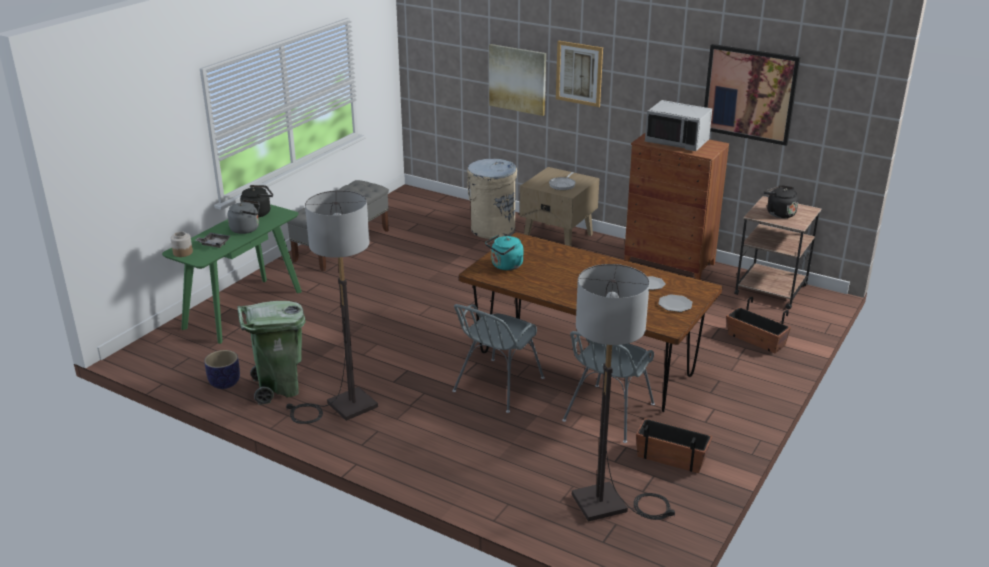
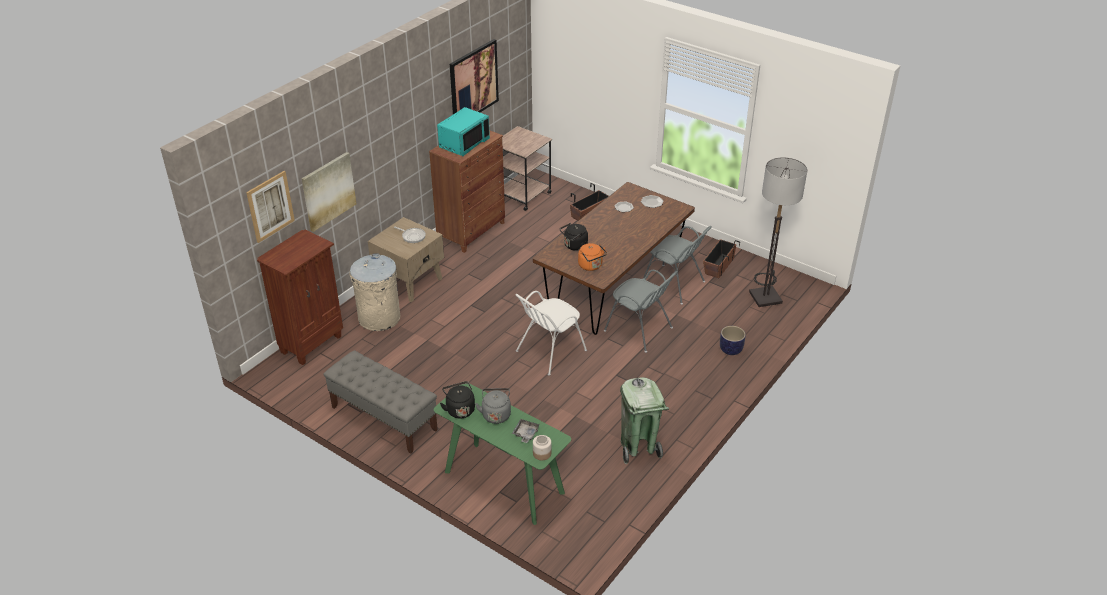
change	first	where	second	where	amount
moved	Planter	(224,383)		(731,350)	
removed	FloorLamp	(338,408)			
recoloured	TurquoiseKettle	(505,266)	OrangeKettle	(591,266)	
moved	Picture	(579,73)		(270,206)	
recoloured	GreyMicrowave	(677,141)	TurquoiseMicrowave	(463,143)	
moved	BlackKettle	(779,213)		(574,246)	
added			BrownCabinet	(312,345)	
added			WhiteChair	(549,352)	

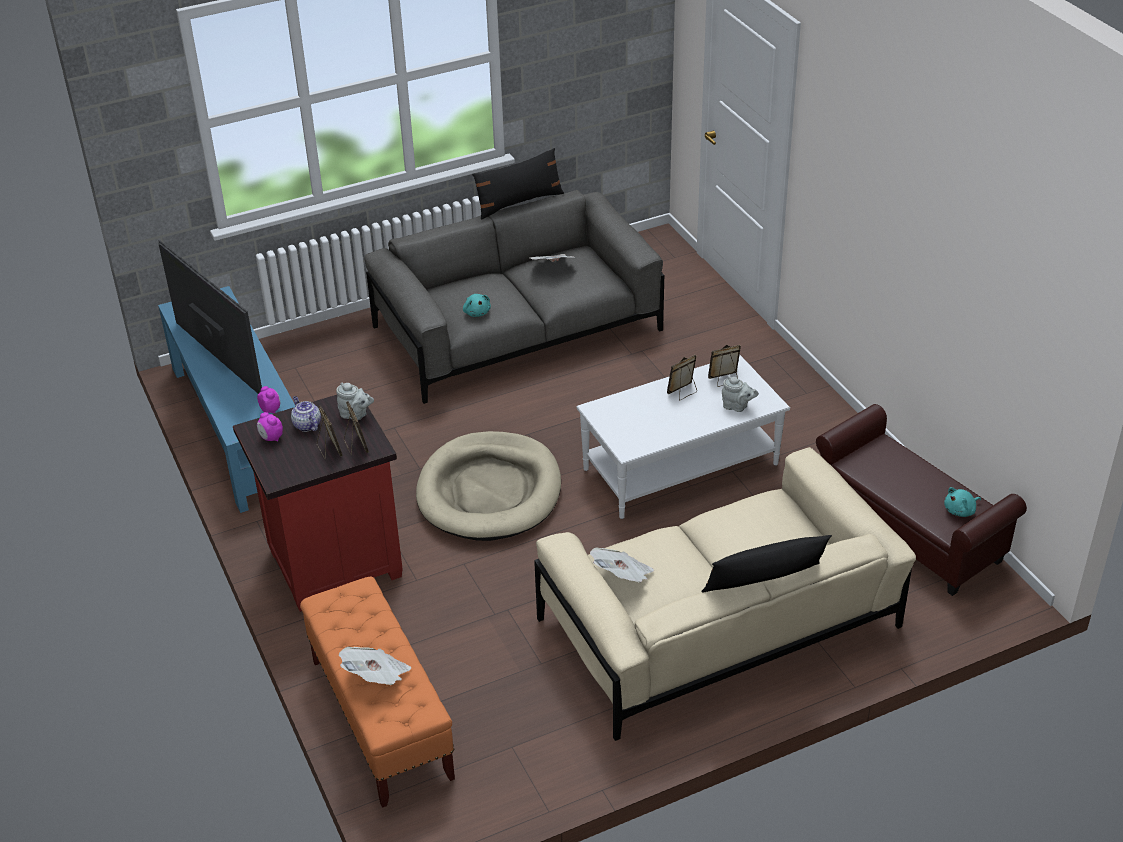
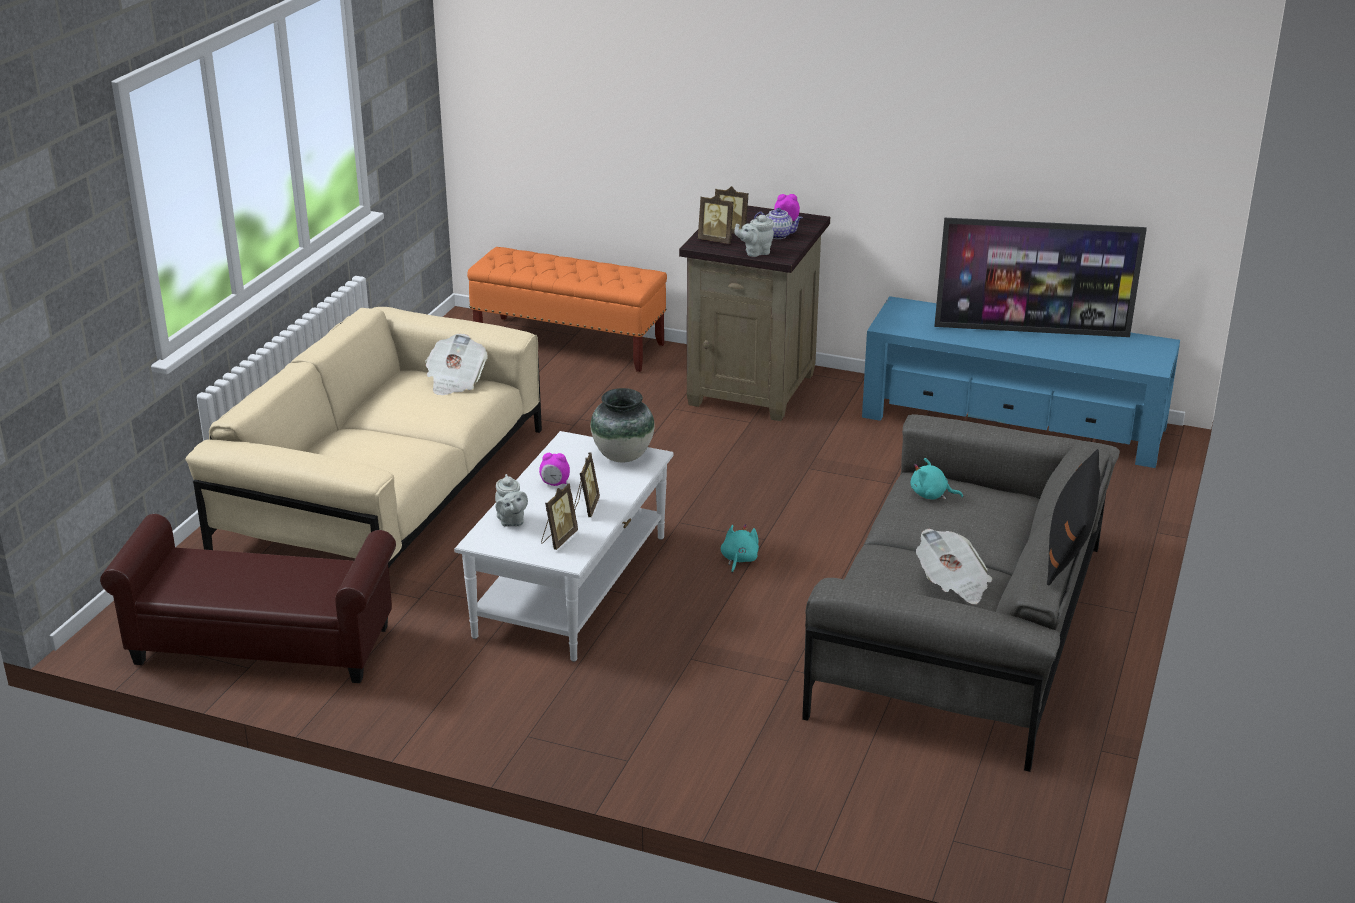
change	first	where	second	where	amount
recoloured	RedCabinet	(331,564)	BeigeCabinet	(753,387)	
moved	AlarmClock	(271,410)		(555,484)	
removed	Newspaper	(377,677)			
removed	BeigeDogBed	(489,491)			
removed	BlackPillow	(765,585)			
turned	GreyTeapot	(737,407)		(511,521)	90 degrees counterclockwise
moved	TurquoisePlushToy	(961,511)		(739,560)	
added			Vase	(622,456)	

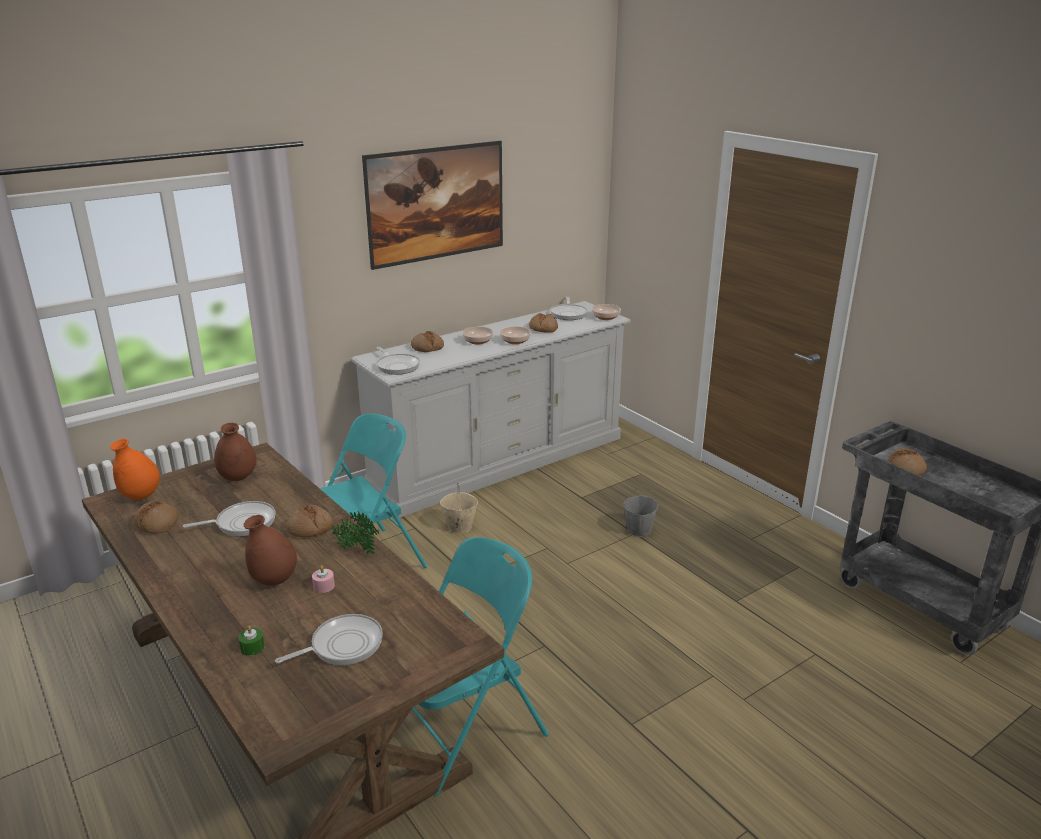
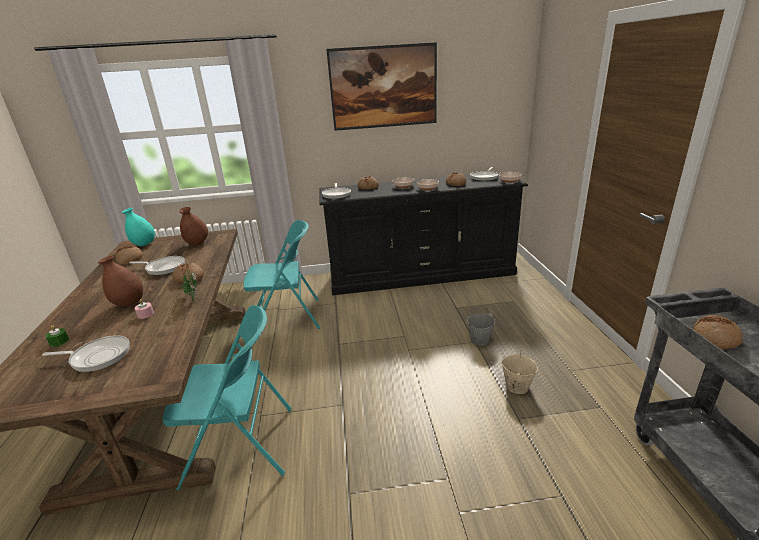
change	first	where	second	where	amount
recoloured	OrangeVase	(141,496)	TurquoiseVase	(144,244)	
recoloured	WhiteCabinet	(500,461)	BlackCabinet	(421,274)	
moved	BeigeBucket	(459,526)		(516,386)	

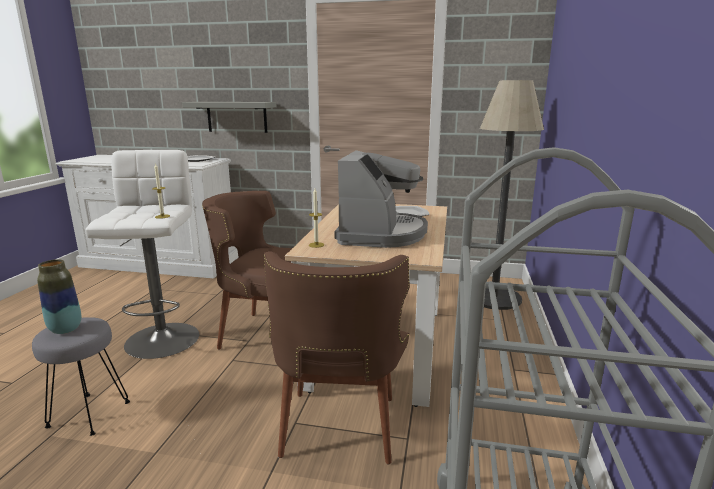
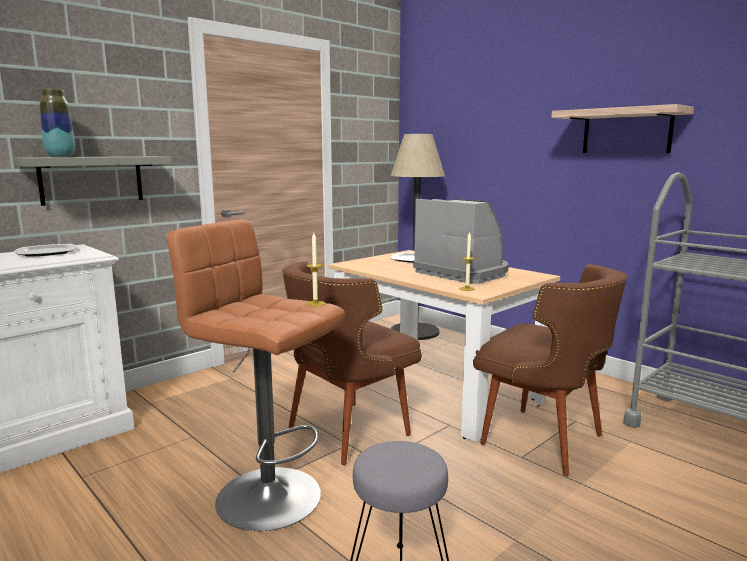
change	first	where	second	where	amount
moved	Vase	(65,329)		(60,156)	
recoloured	WhiteStool	(163,340)	BrownStool	(268,496)	
added			Shelf	(626,131)	

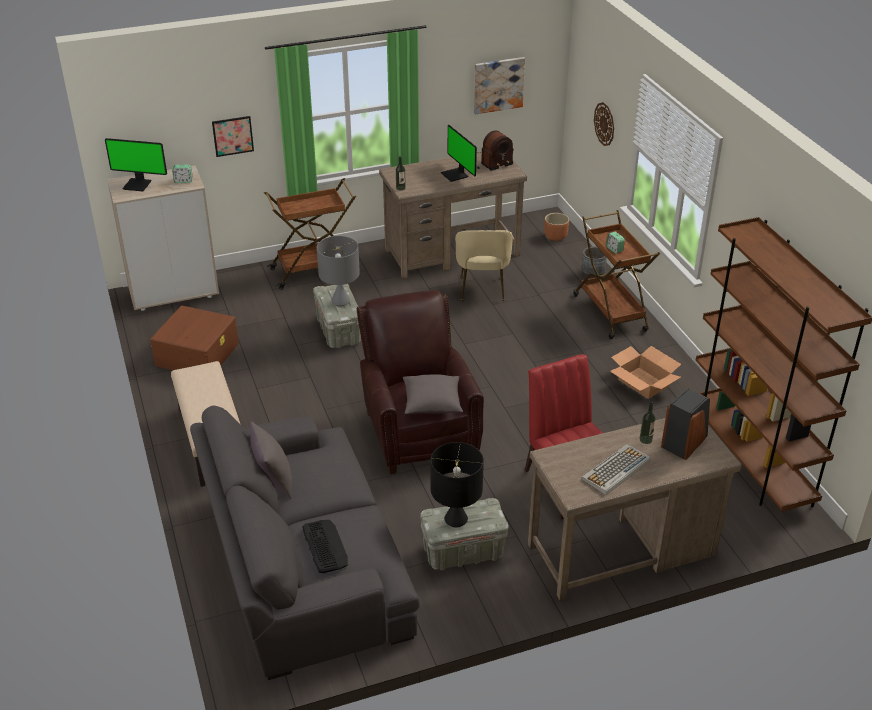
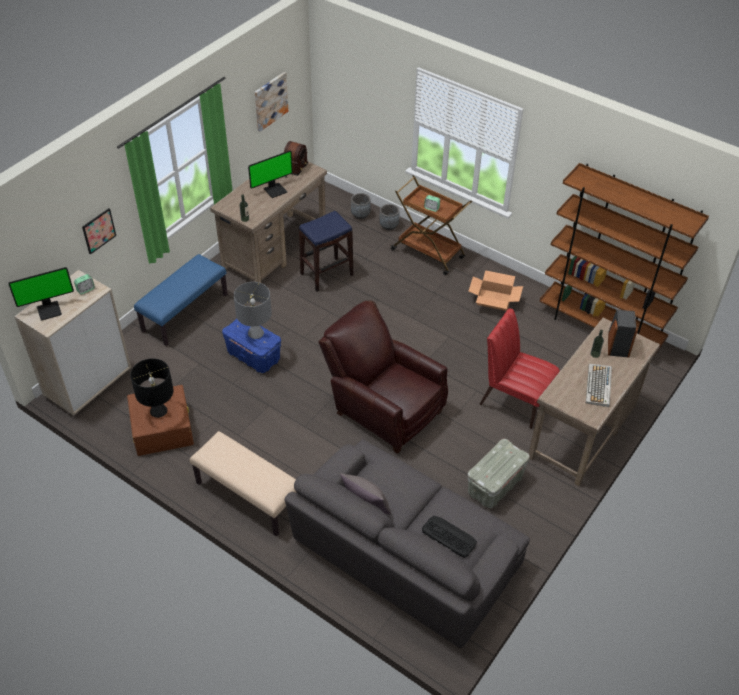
change	first	where	second	where	amount
replaced	BrownCart	(314,272)	BlueBench	(185,312)	
recoloured	GreyStorageBox	(339,331)	BlueStorageBox	(254,356)	
removed	GreyPillow	(432,404)			
moved	BlackTableLamp	(456,521)		(159,412)	
turned	Monitor	(456,175)		(275,190)	60 degrees counterclockwise
replaced	BeigeChair	(482,292)	Stool	(326,275)	
removed	BrownPlanter	(556,237)			
removed	WallClock	(604,124)			
added			GreyPlanter	(360,215)	

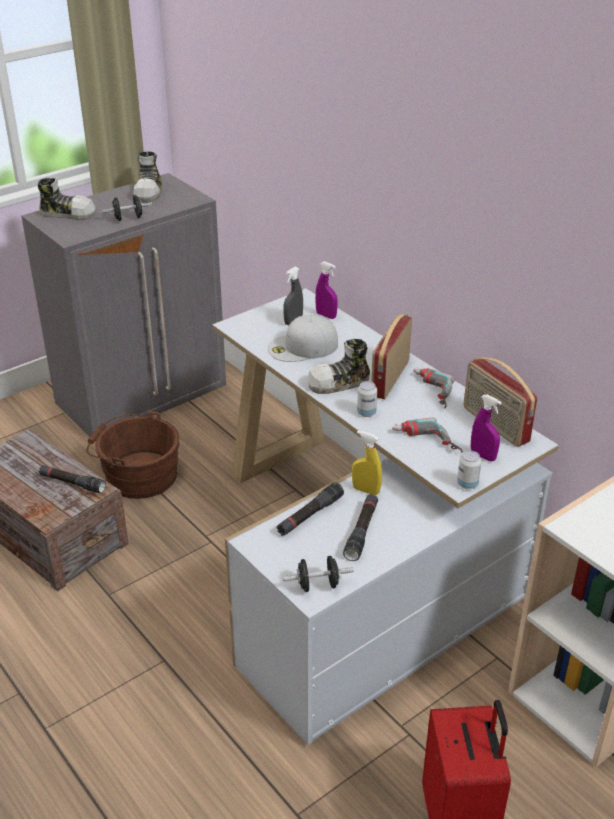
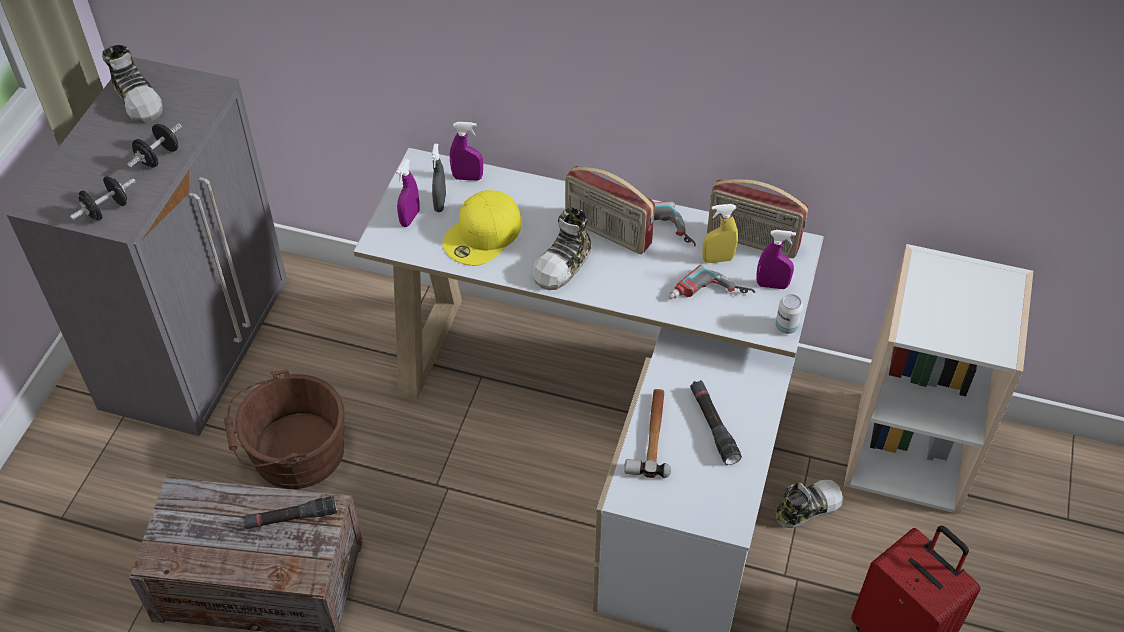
change	first	where	second	where	amount
moved	Shoe	(68,213)		(807,507)	
recoloured	WhiteCap	(302,347)	YellowCap	(483,235)	
replaced	BlackFlashlight	(310,515)	Hammer	(651,435)	
moved	BlackDumbbell	(318,585)		(107,210)	
moved	YellowSprayBottle	(366,490)		(717,259)	
removed	Can	(366,413)			
turned	Radio	(389,378)		(607,233)	45 degrees counterclockwise
added			PurpleSprayBottle	(410,218)	

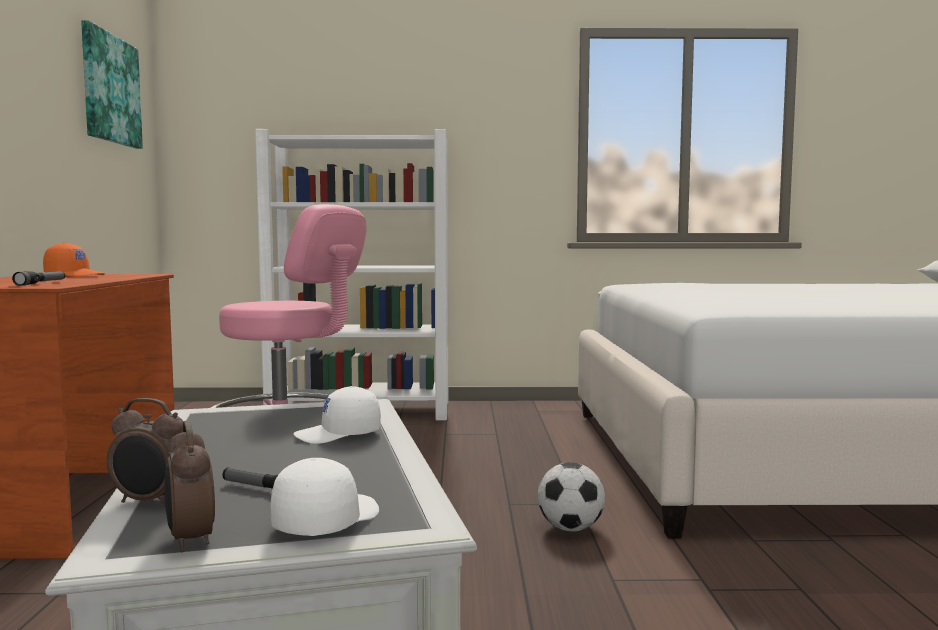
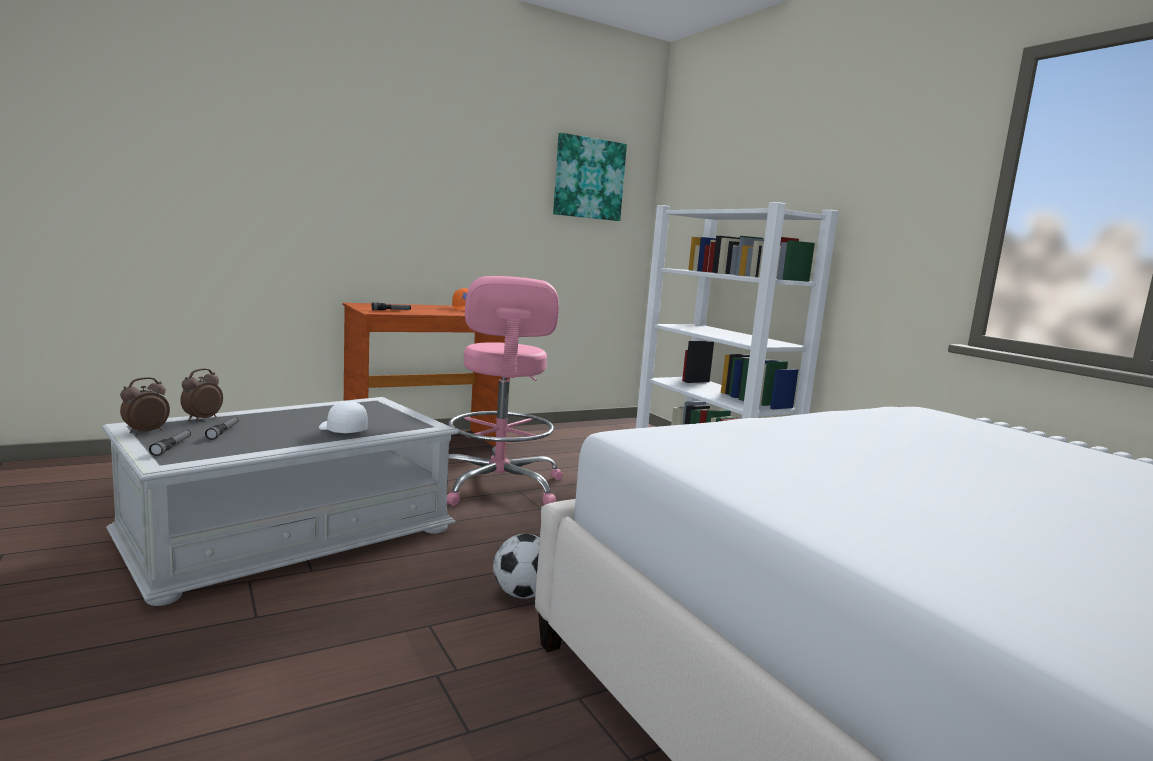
change	first	where	second	where	amount
turned	AlarmClock	(150,502)		(201,419)	45 degrees clockwise
replaced	WhiteCap	(326,520)	Flashlight	(172,447)	

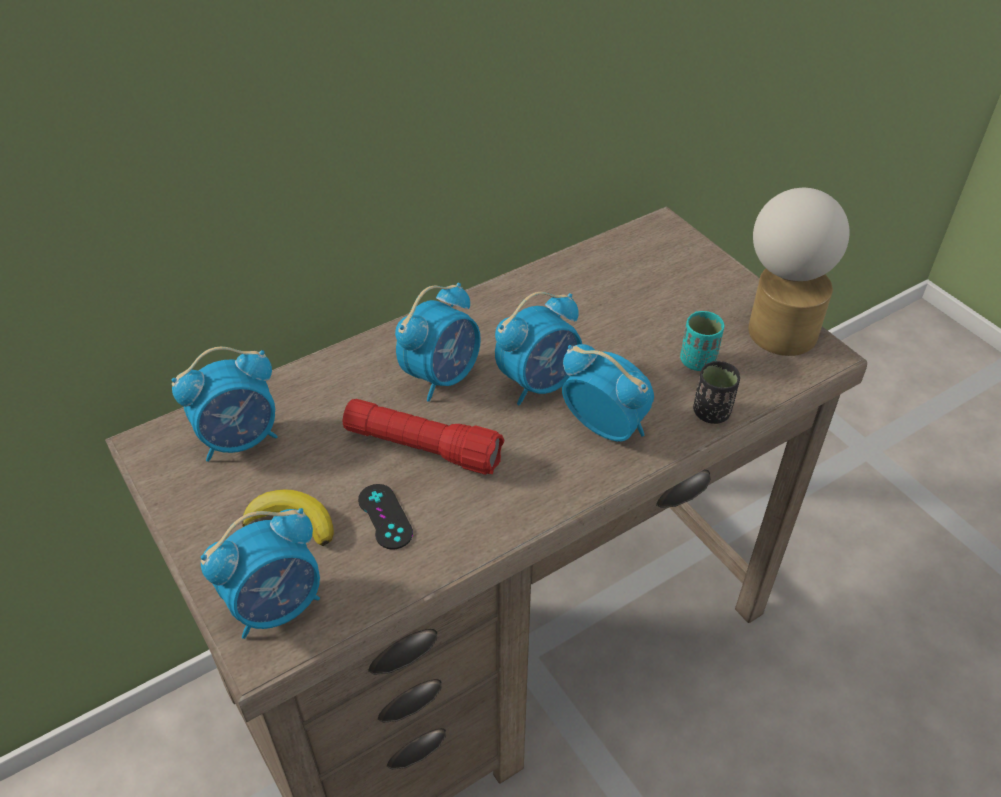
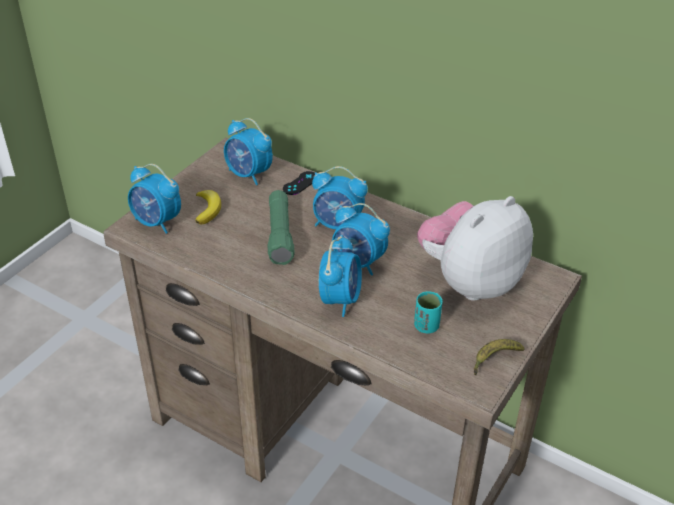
change	first	where	second	where	amount
recoloured	RedFlashlight	(422,448)	GreenFlashlight	(280,235)	
moved	BlackGameController	(385,516)		(300,183)	
removed	BlackCup	(711,413)			
replaced	TableLamp	(779,325)	Banana	(494,359)	
added			PlushToy	(470,281)	

